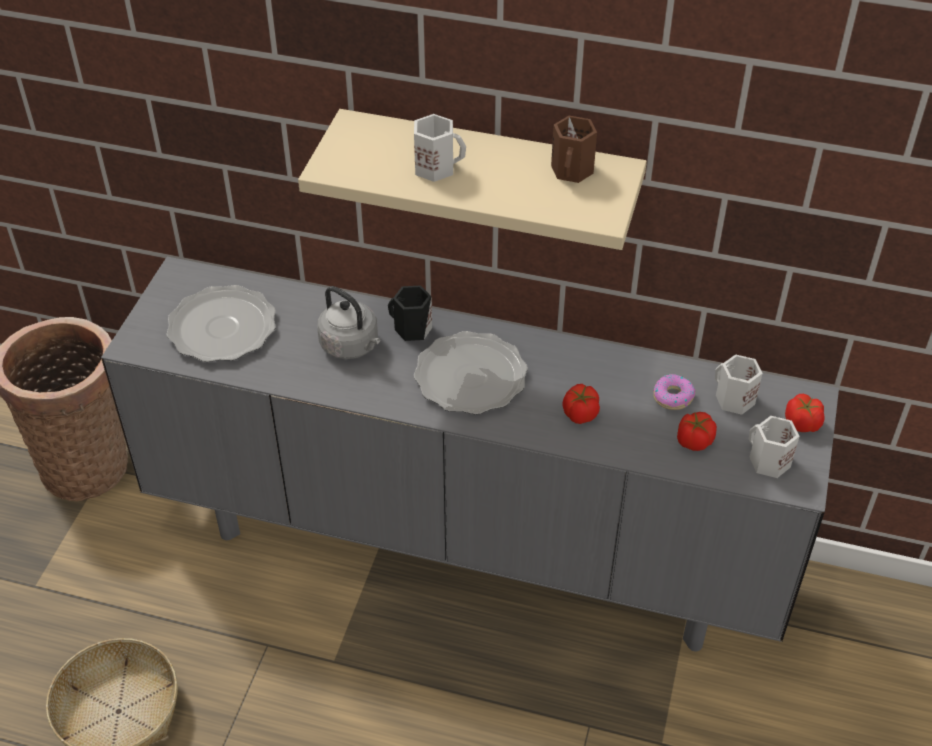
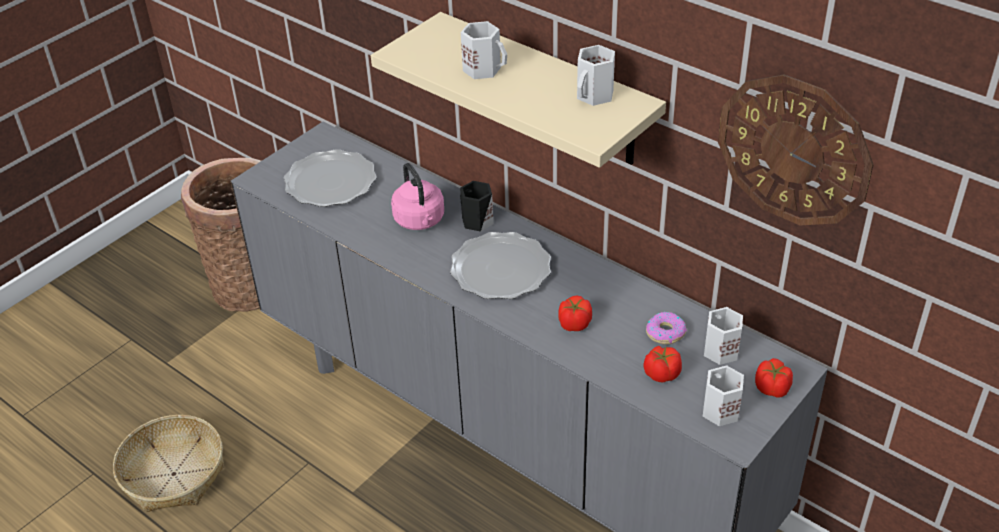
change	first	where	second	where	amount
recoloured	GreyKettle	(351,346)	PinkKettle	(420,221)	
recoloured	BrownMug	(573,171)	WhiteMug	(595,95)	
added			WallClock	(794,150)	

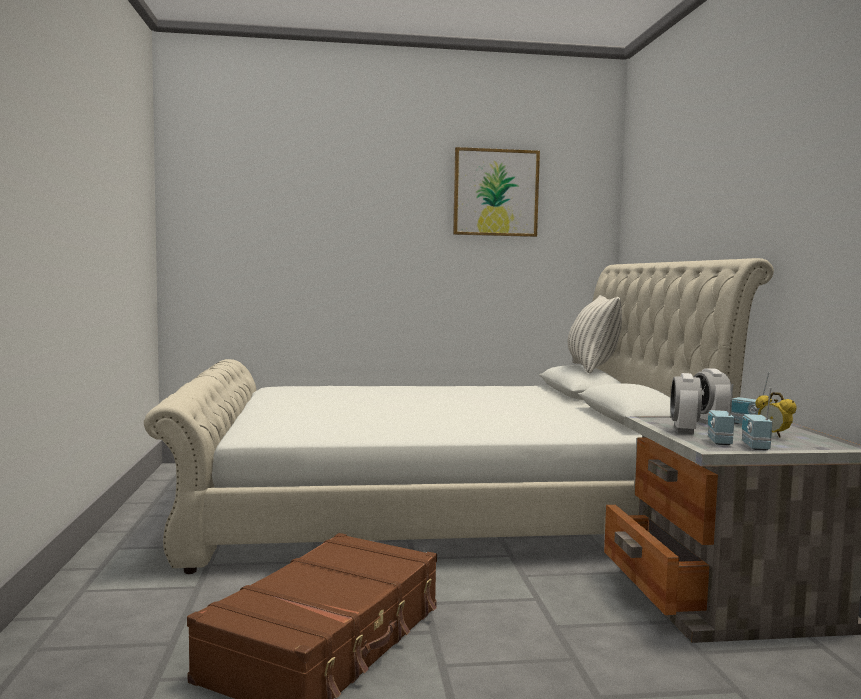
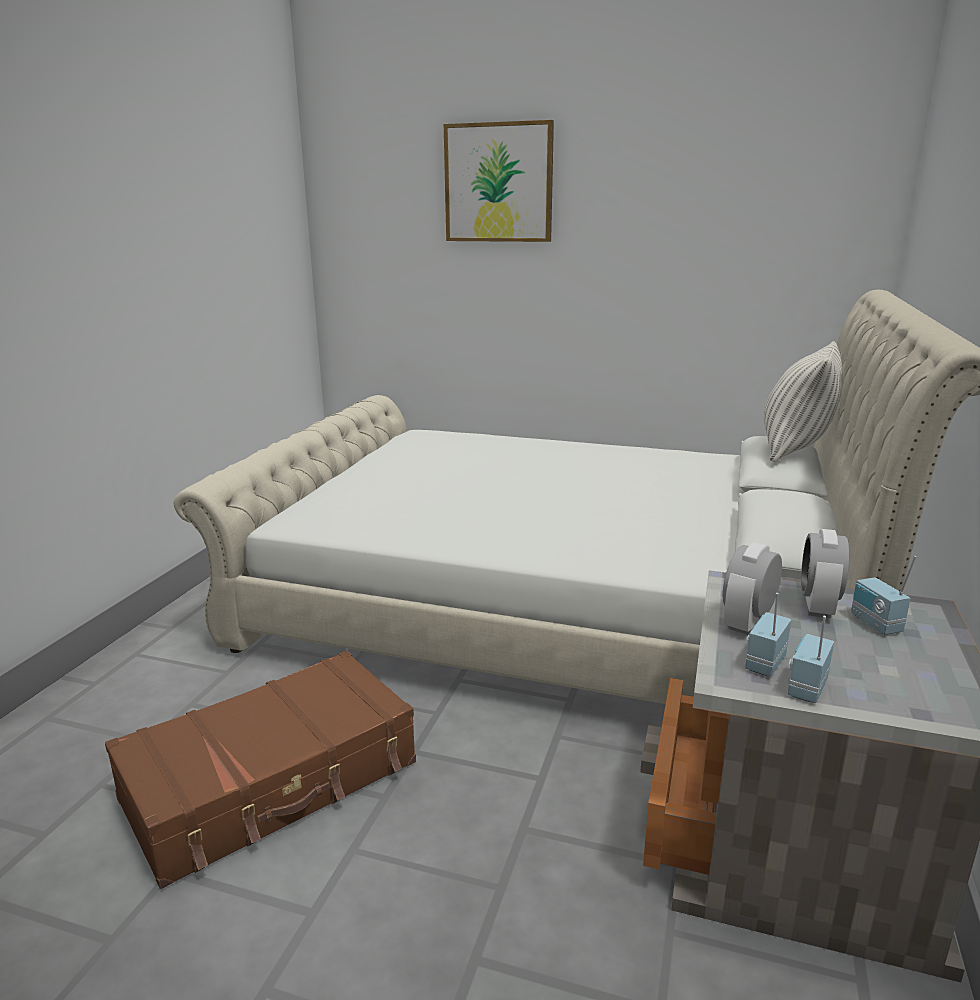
change	first	where	second	where	amount
moved	Picture	(495,193)		(498,183)	
removed	AlarmClock	(773,435)			

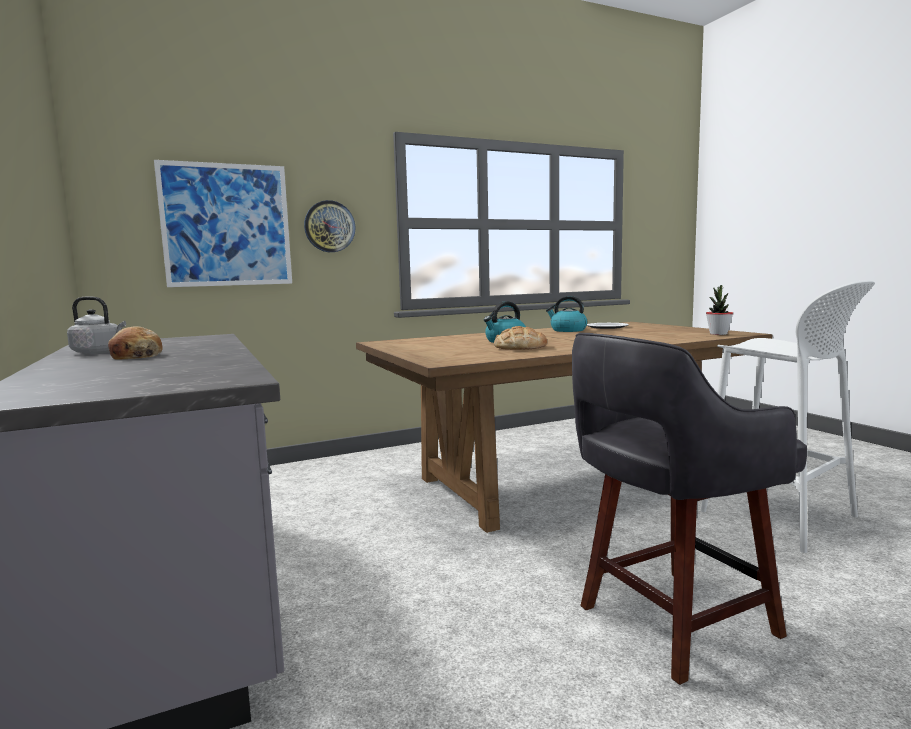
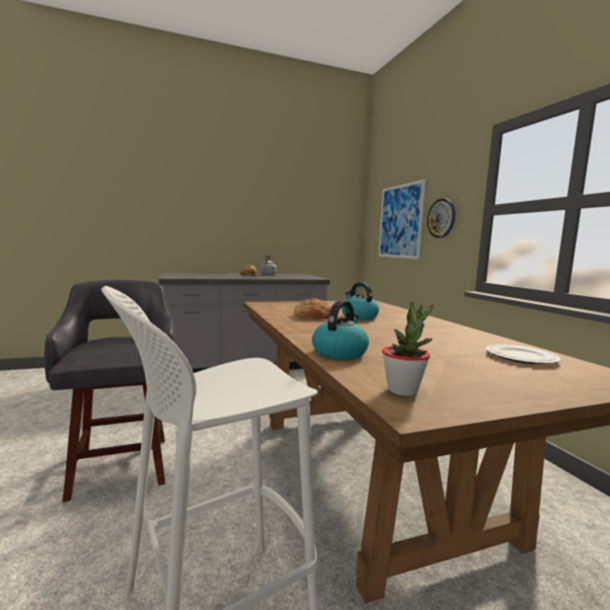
change	first	where	second	where	amount
moved	Kettle	(567,330)		(339,352)	

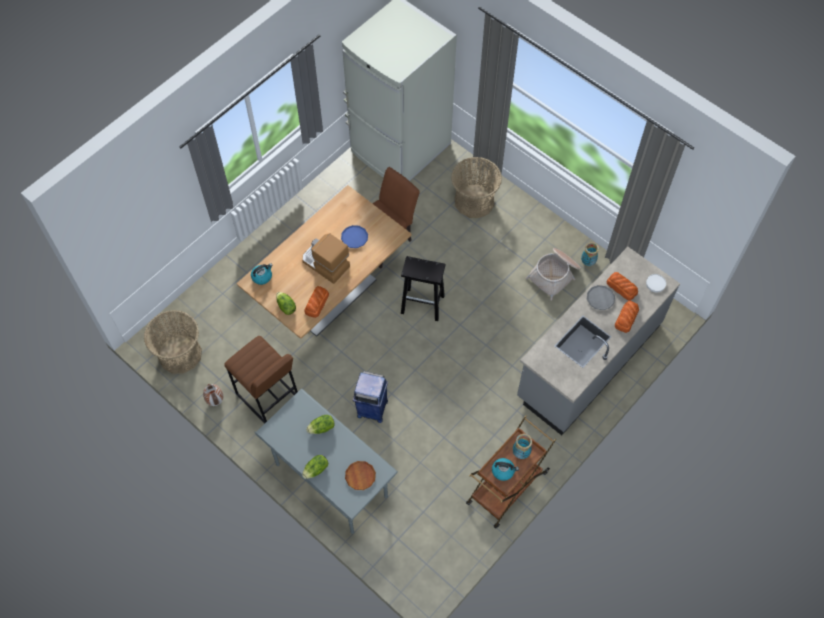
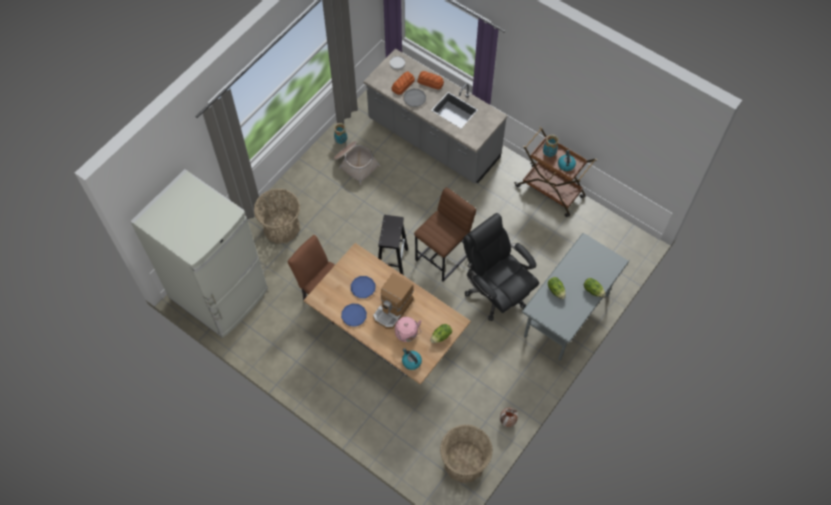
change	first	where	second	where	amount
moved	BrownStool	(268,397)		(443,256)	
removed	Bread	(316,303)			
removed	BrownPlate	(360,476)			
replaced	BlueTrashCan	(372,408)	BlackOfficeChair	(496,292)	
added			BluePlate	(354,315)	
added			PinkKettle	(407,334)	

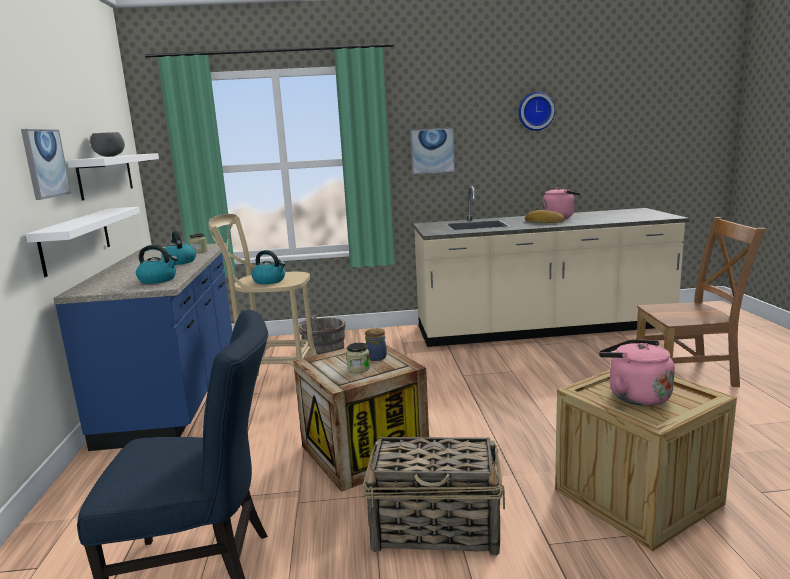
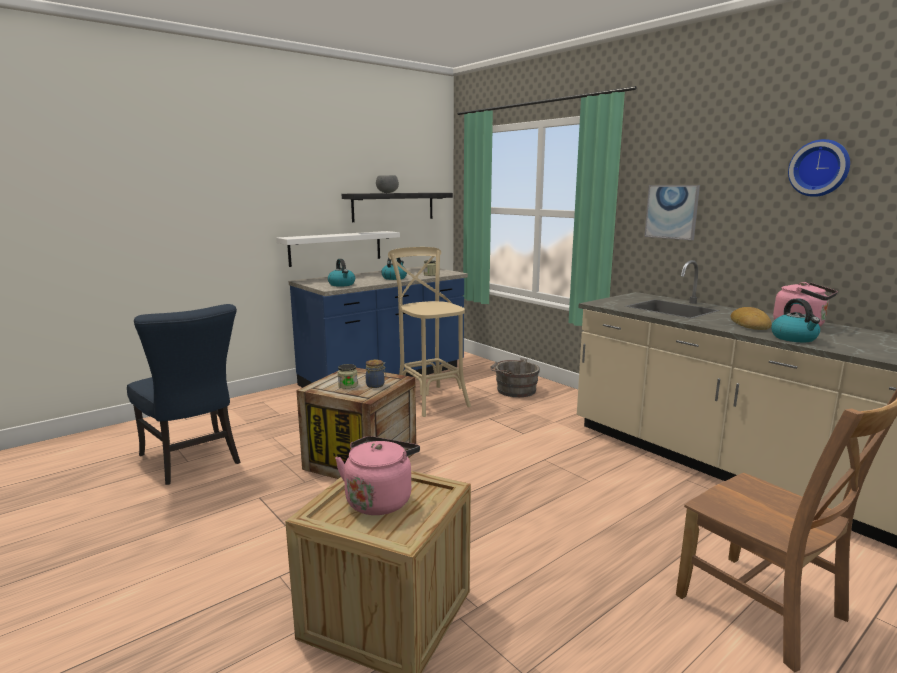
change	first	where	second	where	amount
removed	Picture	(45,163)			
recoloured	WhiteShelf	(106,175)	BlackShelf	(393,206)	
moved	Kettle	(270,281)		(794,338)	
removed	Basket	(437,528)			

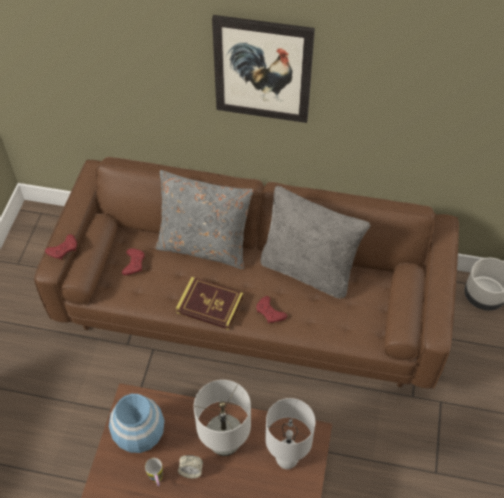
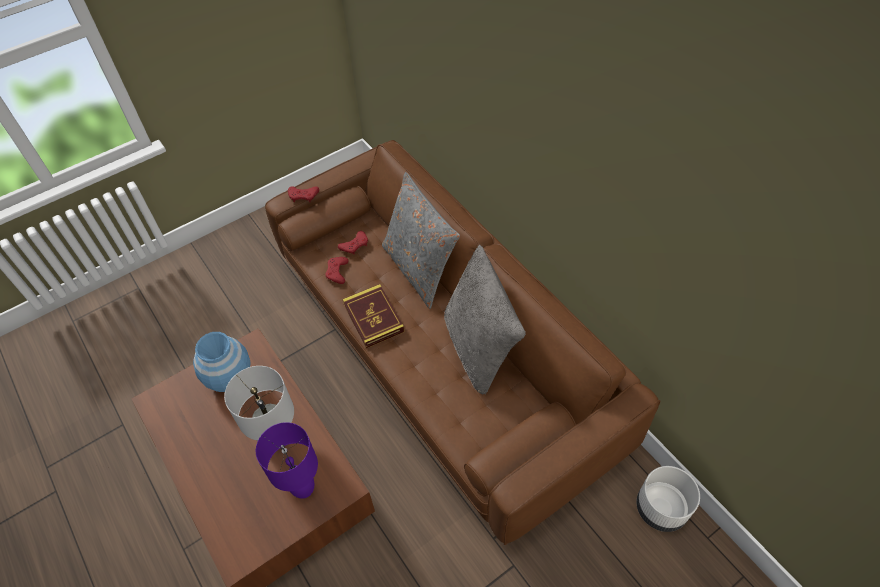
change	first	where	second	where	amount
removed	Mug	(157,480)			
removed	AlarmClock	(191,471)			
removed	Picture	(263,69)			
moved	RedGameController	(270,312)		(337,272)	
recoloured	WhiteTableLamp	(287,459)	PurpleTableLamp	(304,489)	

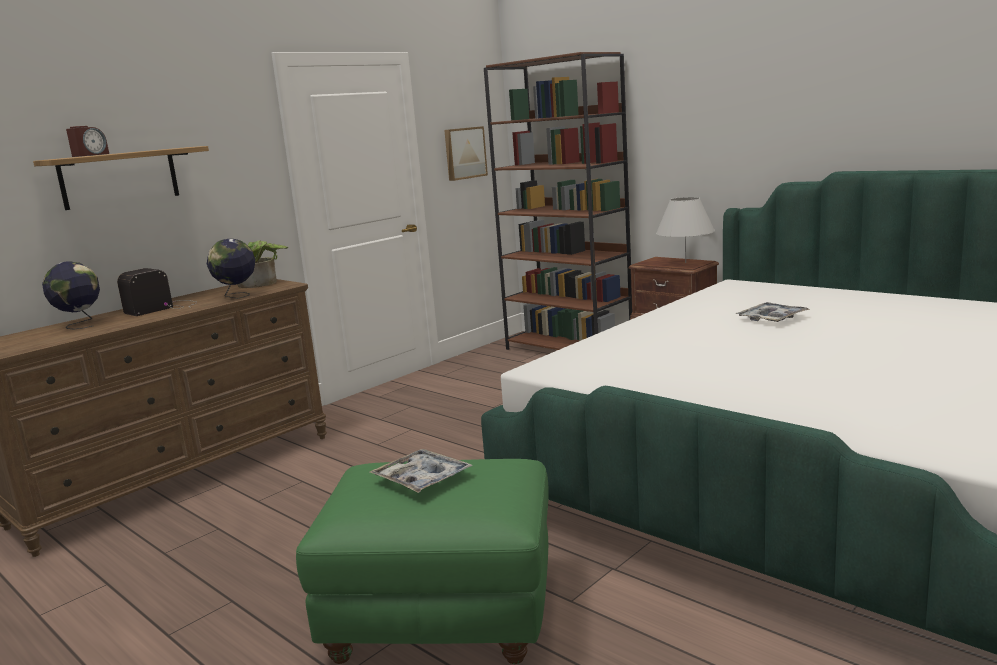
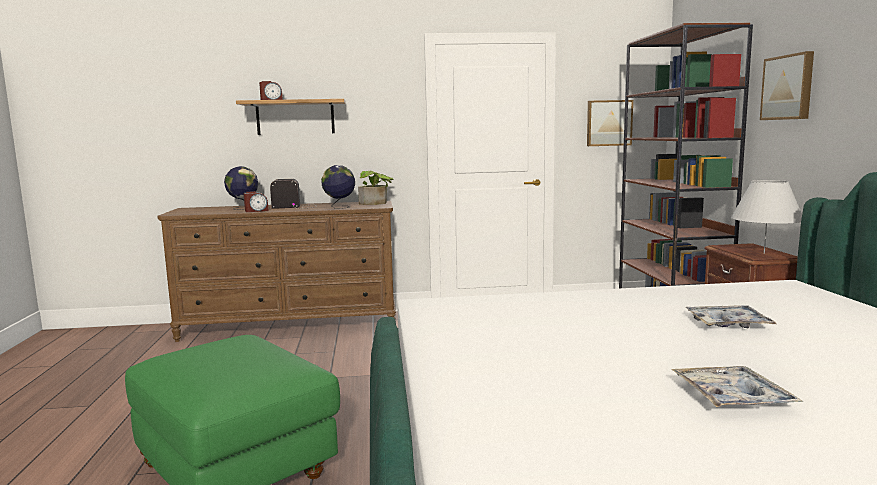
change	first	where	second	where	amount
moved	Tray	(422,479)		(732,397)	
added			AlarmClock	(256,211)	
added			Picture	(788,87)	

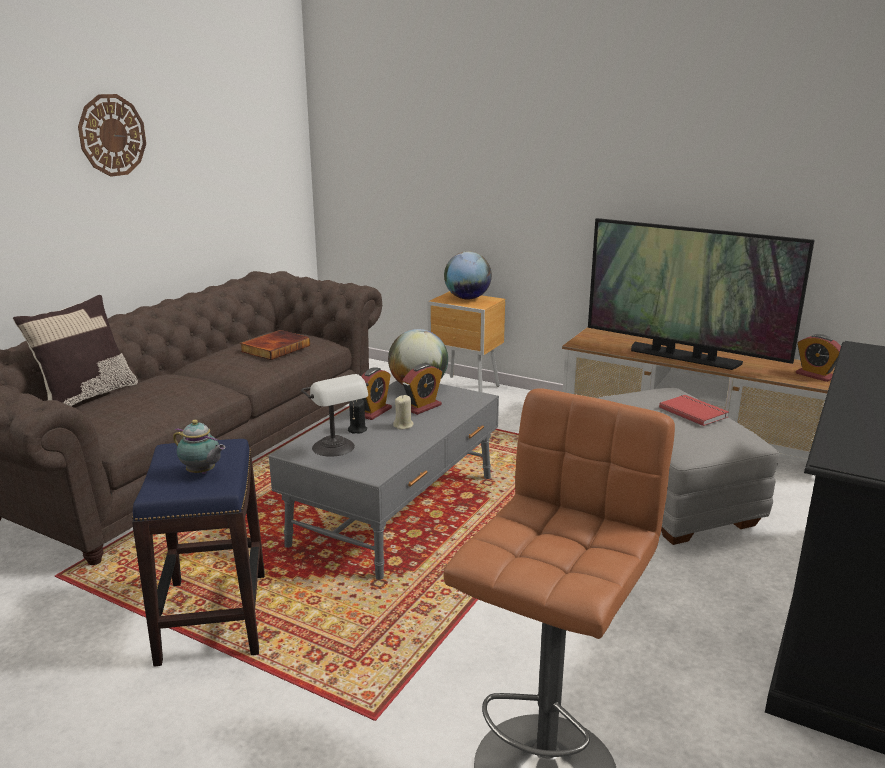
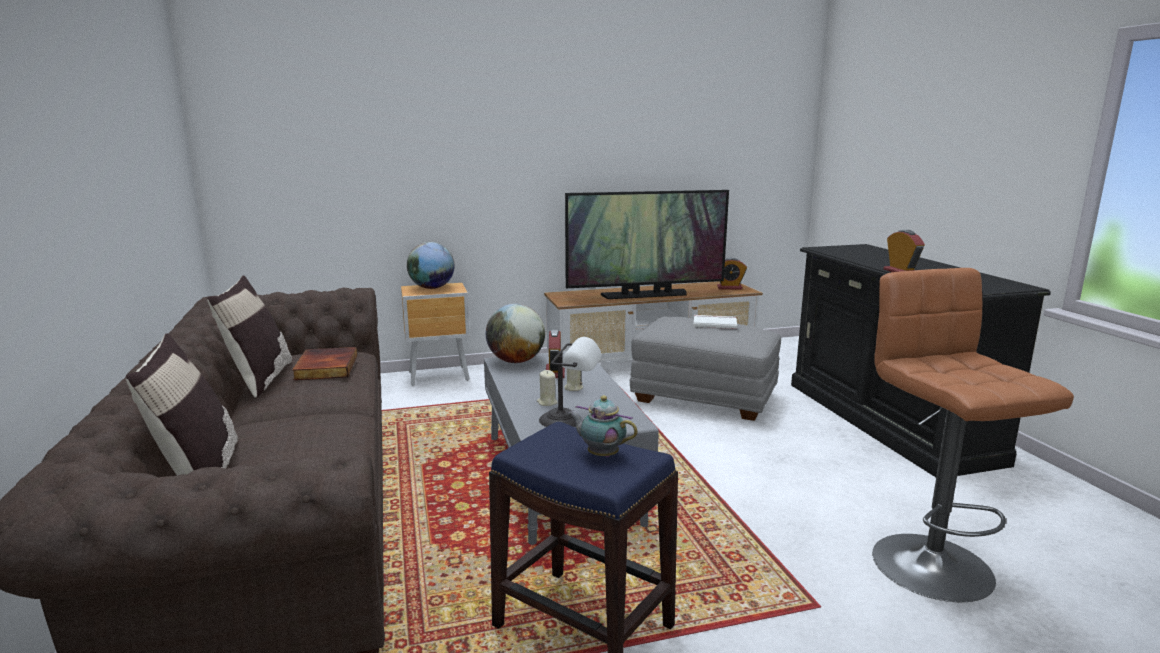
change	first	where	second	where	amount
removed	WallClock	(112,135)			
turned	Teapot	(202,473)		(601,455)	135 degrees counterclockwise
recoloured	BlackCandle	(357,429)	BeigeCandle	(547,402)	
moved	AlarmClock	(374,412)		(901,272)	
recoloured	RedBook	(694,412)	WhiteBook	(714,323)	
added			Pillow	(258,380)	

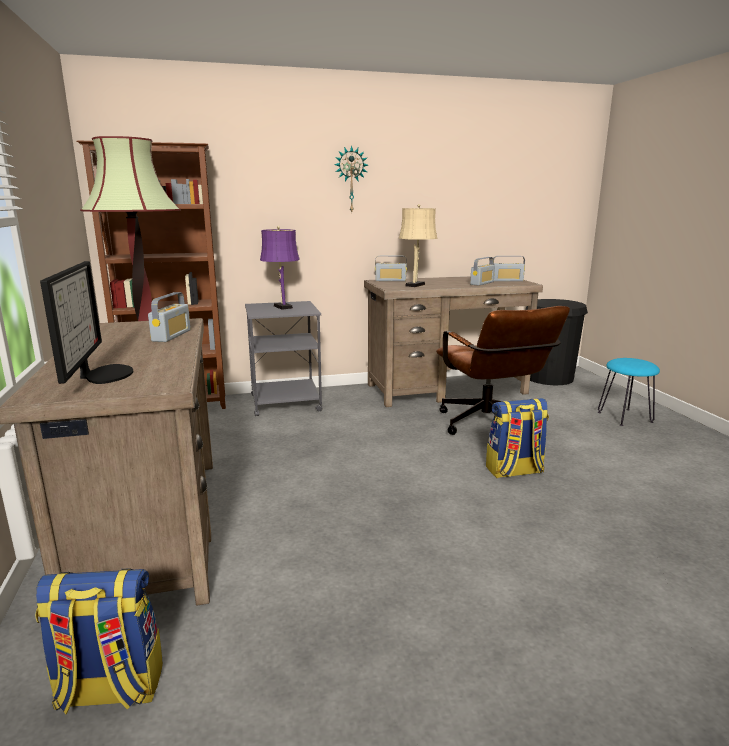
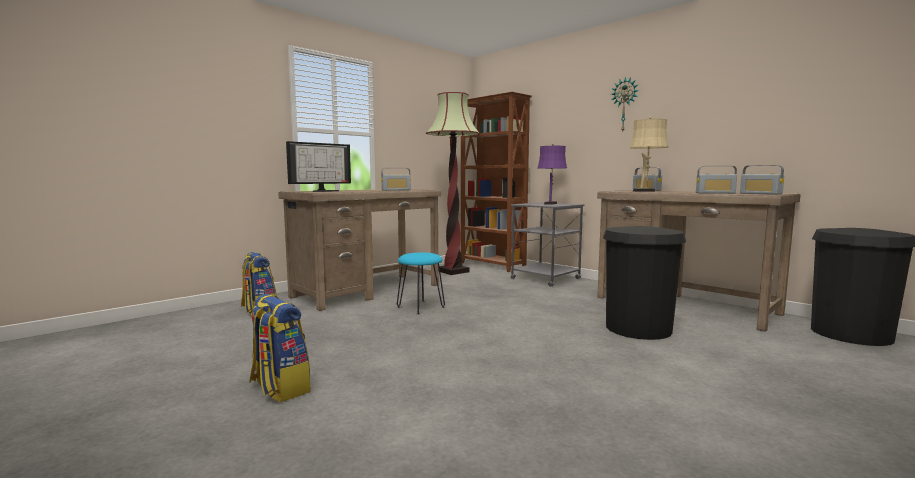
change	first	where	second	where	amount
replaced	BrownOfficeChair	(490,427)	BlackTrashCan	(638,329)	
moved	Backpack	(514,471)		(279,388)	
moved	TurquoiseStool	(625,417)		(420,307)	

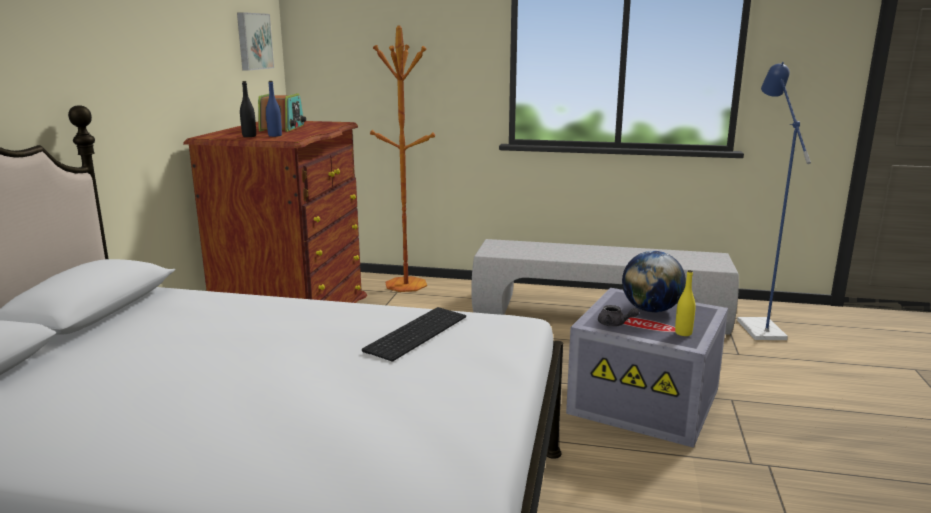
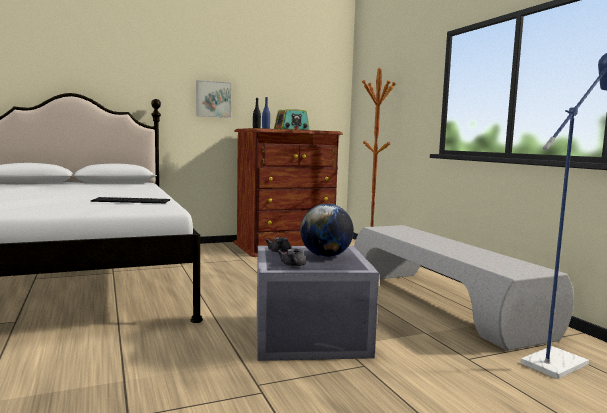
change	first	where	second	where	amount
moved	Picture	(253,41)		(213,99)	
replaced	YellowBottle	(683,333)	GreyTeapot	(292,265)	

